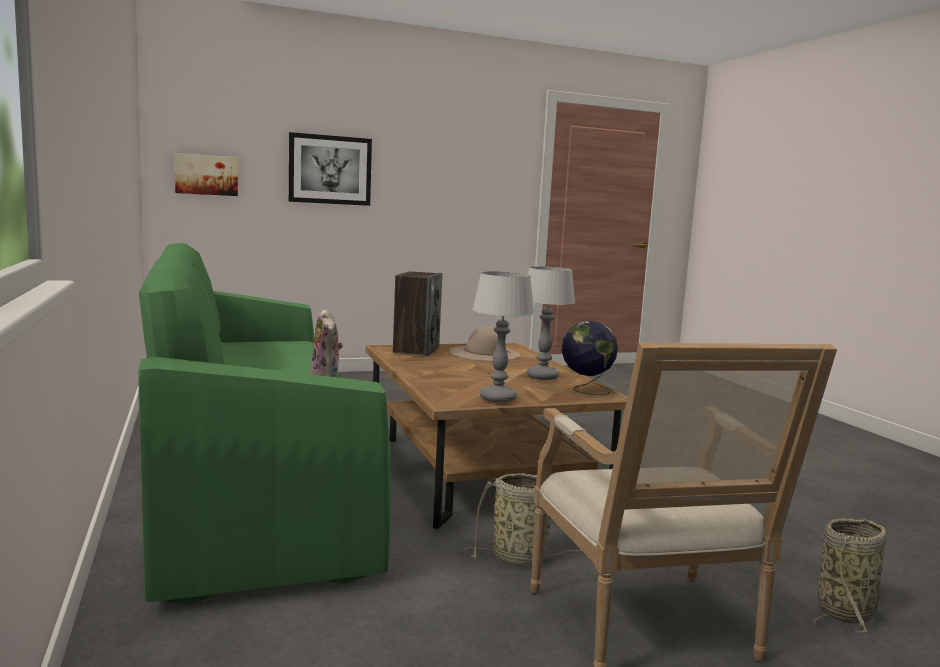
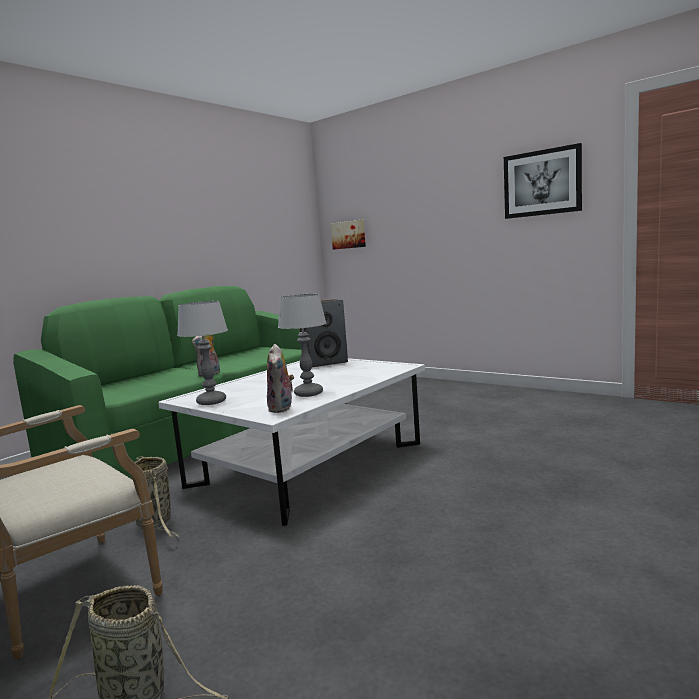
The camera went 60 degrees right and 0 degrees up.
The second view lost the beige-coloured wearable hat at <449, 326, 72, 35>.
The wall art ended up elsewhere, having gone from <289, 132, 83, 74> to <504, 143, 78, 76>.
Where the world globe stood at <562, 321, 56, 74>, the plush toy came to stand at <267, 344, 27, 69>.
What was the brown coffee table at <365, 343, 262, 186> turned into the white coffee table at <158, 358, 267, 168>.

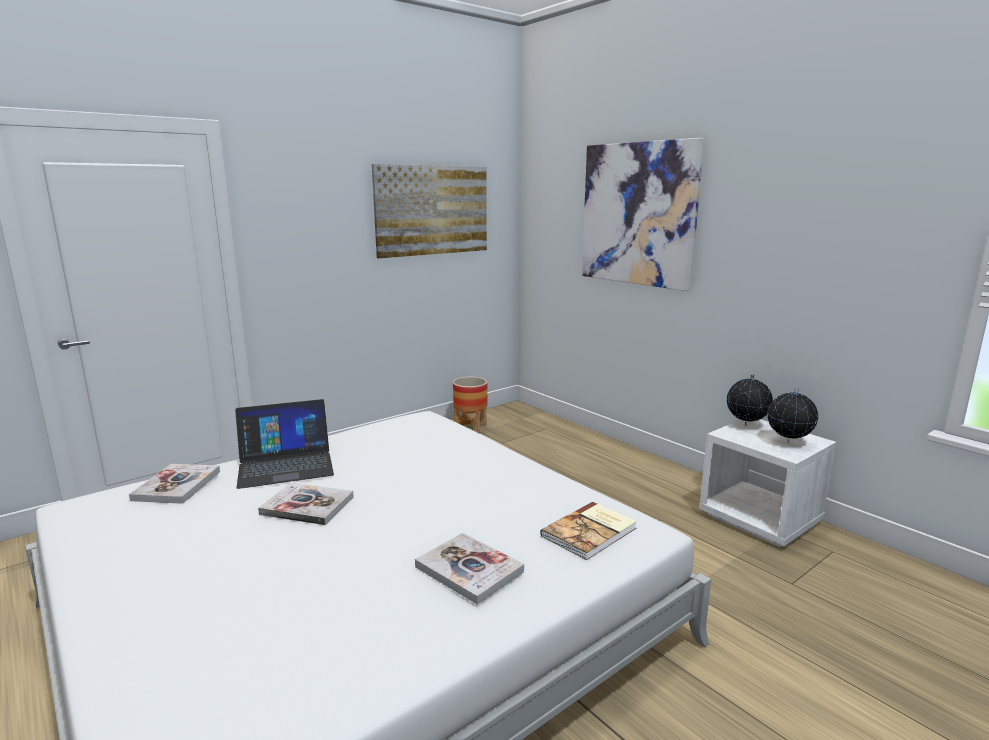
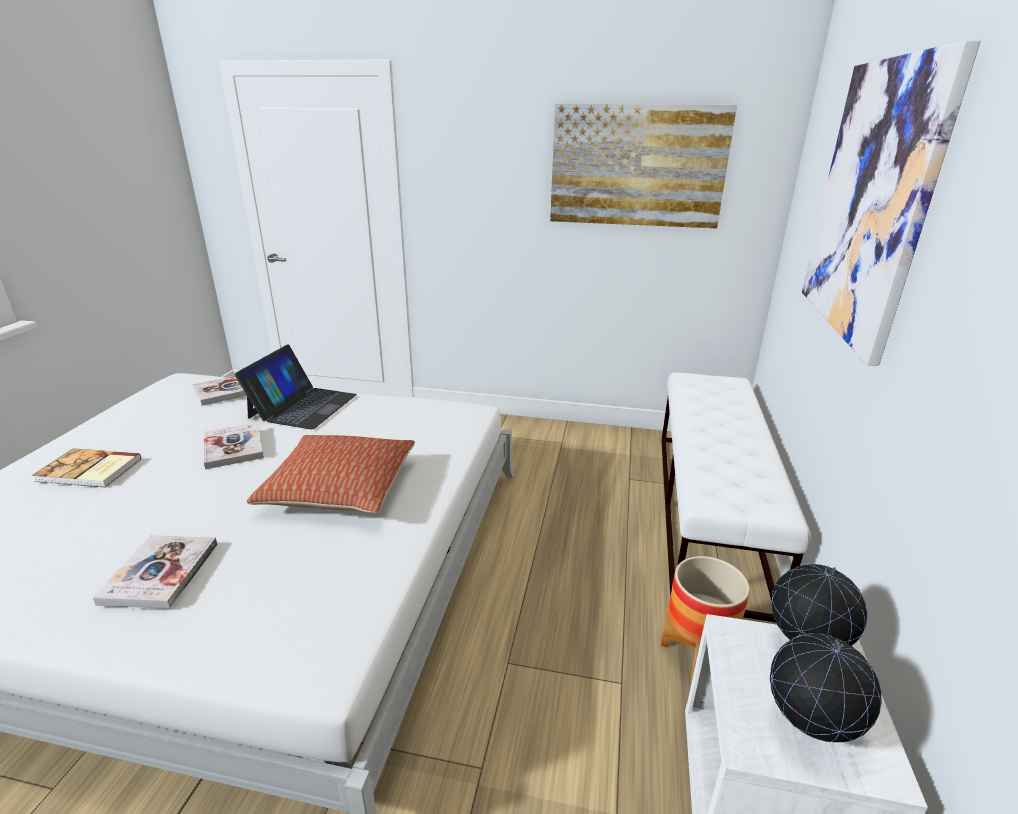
The camera went 50 degrees right and 10 degrees up.
The second view gained the throw pillow at <247, 435, 168, 78>.
The second view gained the white bench at <661, 372, 150, 250>.
The flower pot ended up elsewhere, having gone from <453, 377, 34, 57> to <661, 556, 89, 125>.
The bound book ended up elsewhere, having gone from <540, 502, 97, 58> to <32, 448, 109, 39>.
The laptop at <235, 399, 99, 90> ended up facing another way, 105 degrees counterclockwise from before.

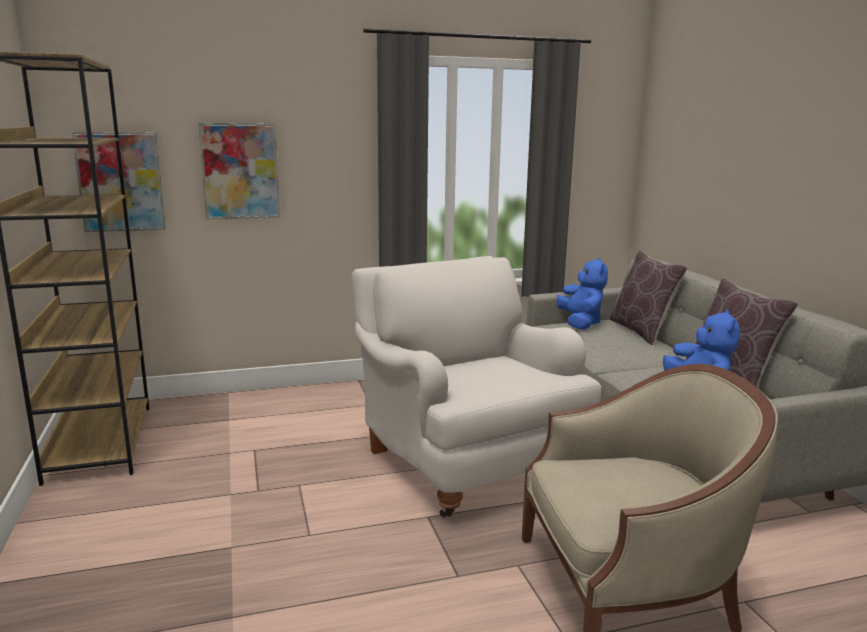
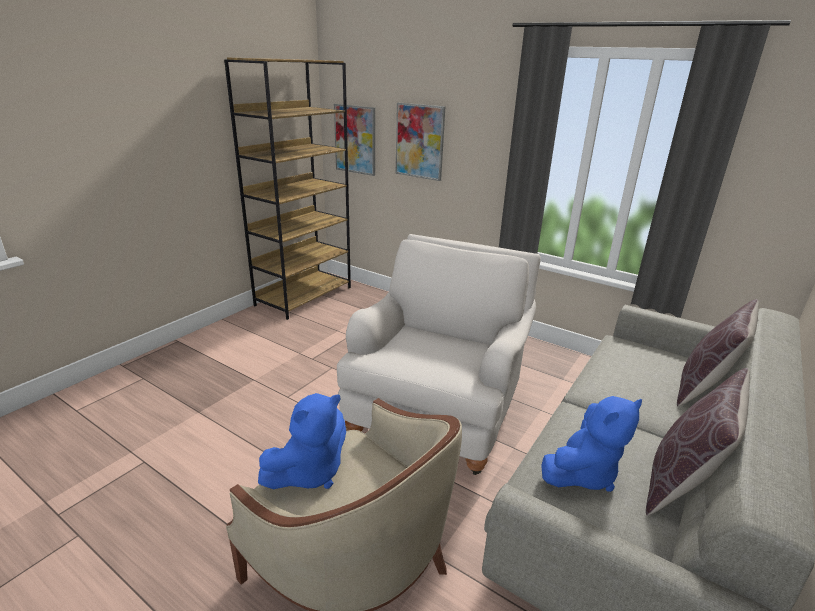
The camera went 50 degrees right and 10 degrees up.
The bluish plush toy ended up elsewhere, having gone from <557, 258, 51, 72> to <258, 393, 88, 96>.

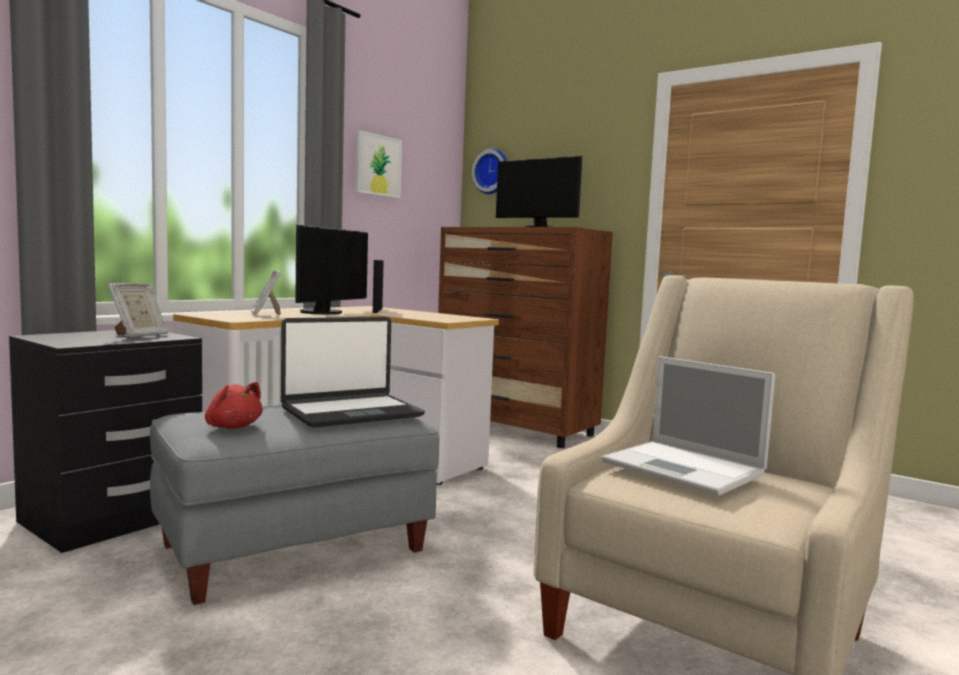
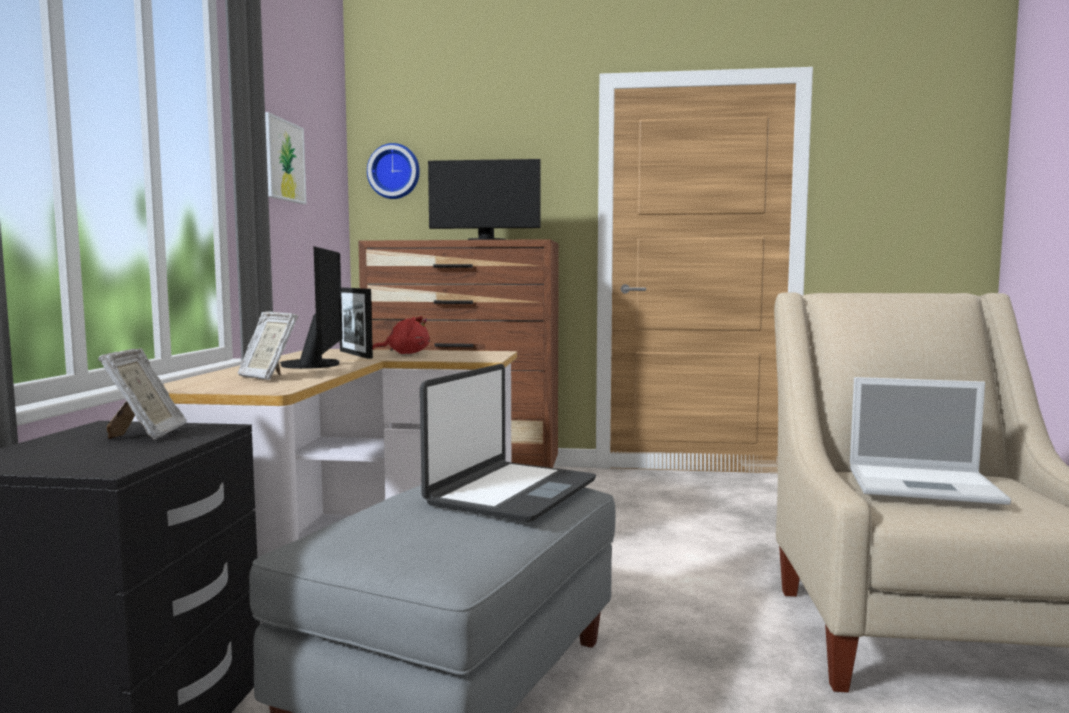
The camera went 30 degrees left and 0 degrees up.
The red plush toy ended up elsewhere, having gone from <205, 382, 58, 47> to <372, 316, 58, 38>.

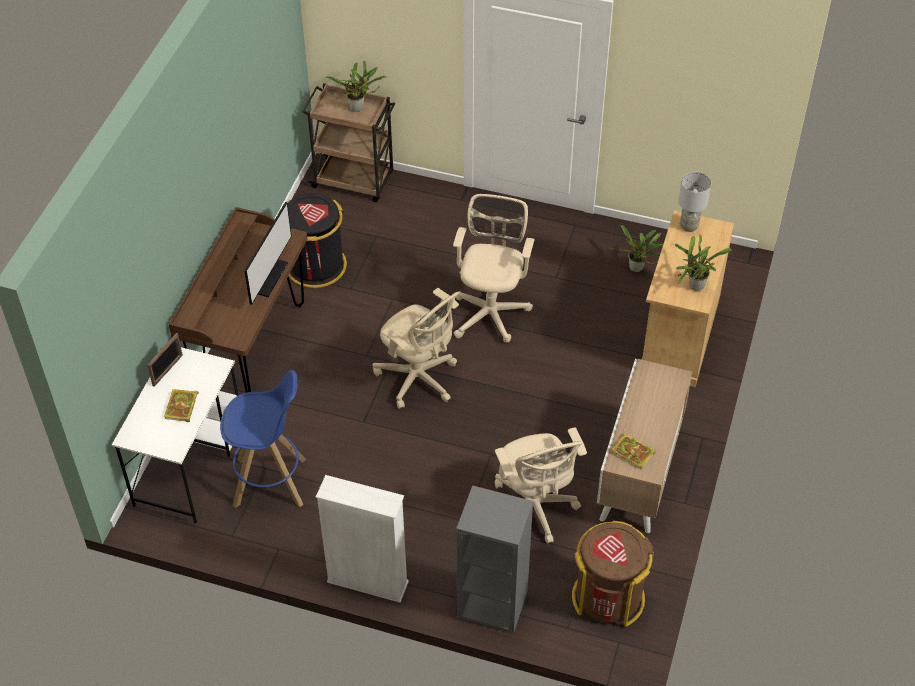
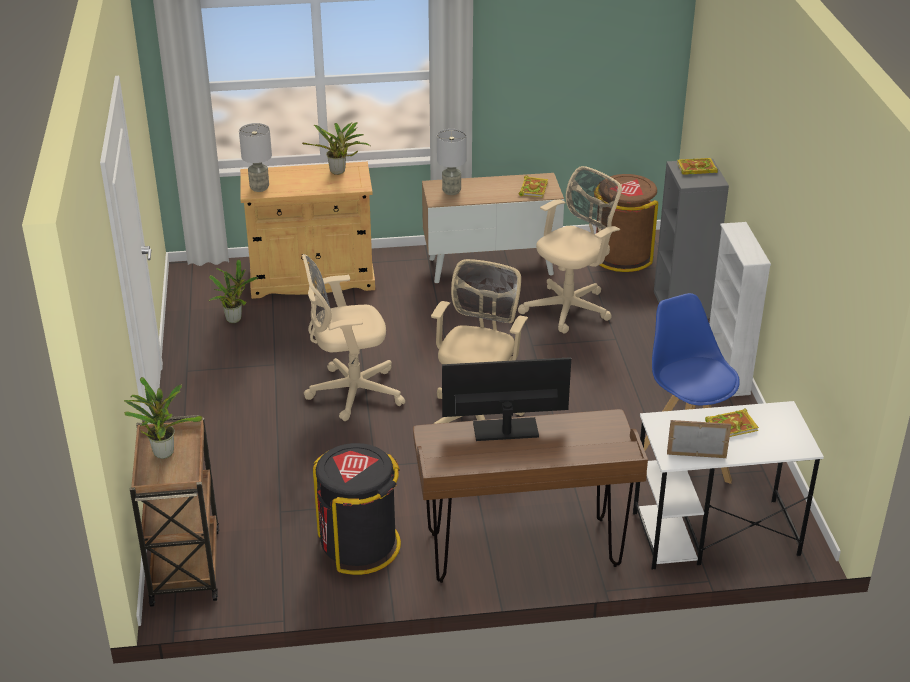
The camera went 115 degrees left and 15 degrees down.
The second view gained the greyish table lamp at <437, 129, 30, 66>.
The second view gained the bound book at <677, 158, 41, 17>.

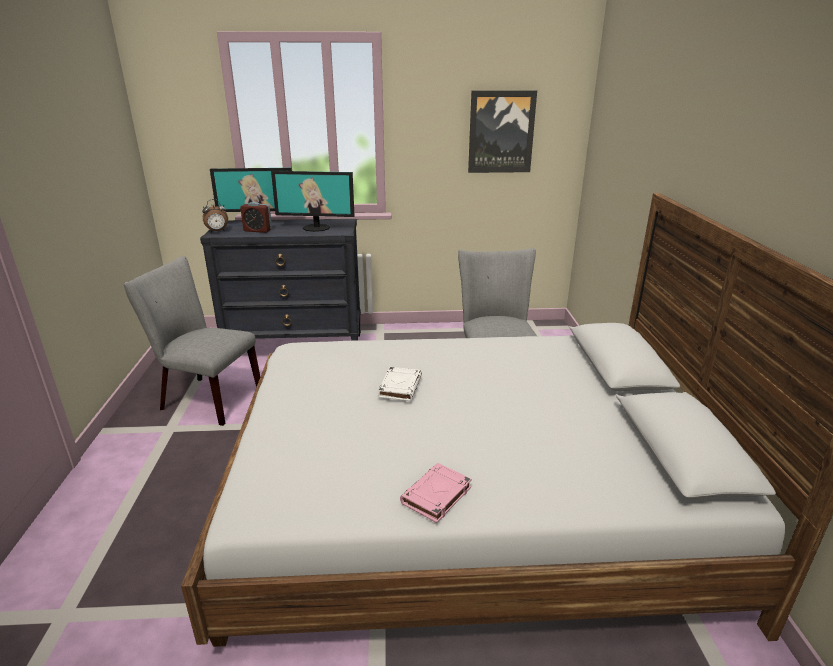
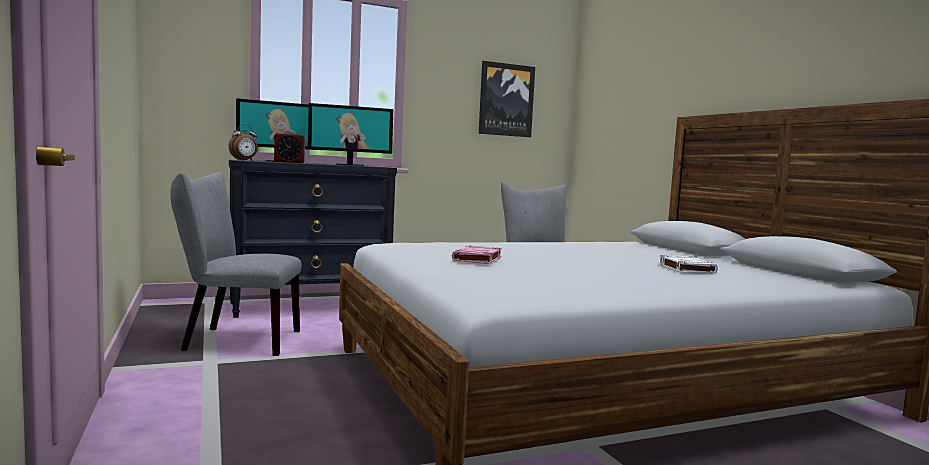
The camera went 20 degrees left and 20 degrees down.
The white bound book ended up elsewhere, having gone from <378, 367, 44, 34> to <658, 255, 60, 18>.
The pinkish bound book ended up elsewhere, having gone from <400, 463, 72, 60> to <452, 245, 50, 19>.

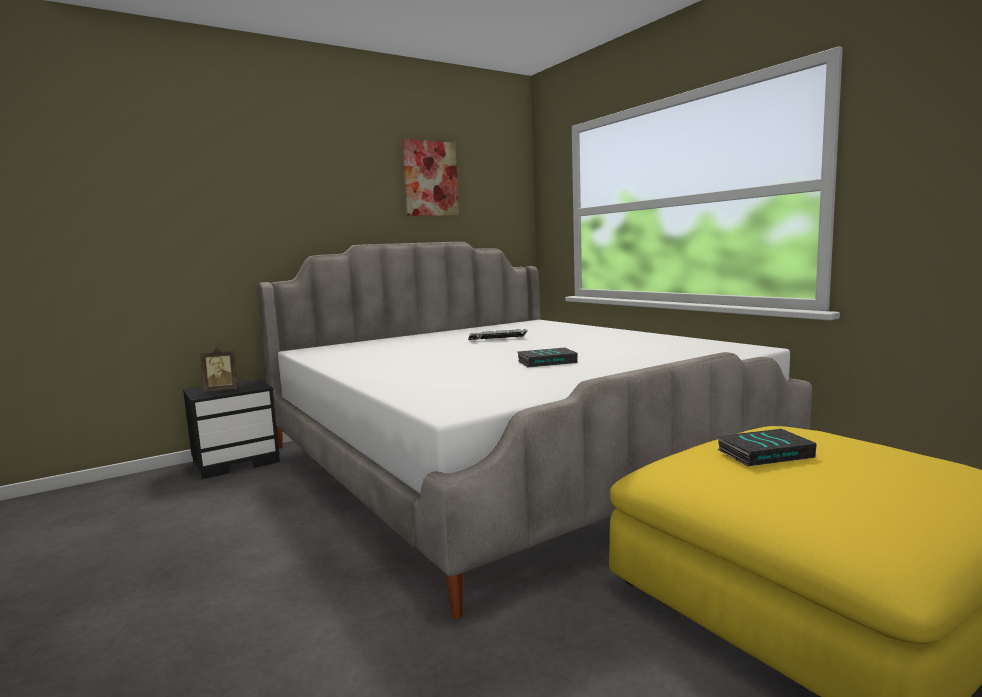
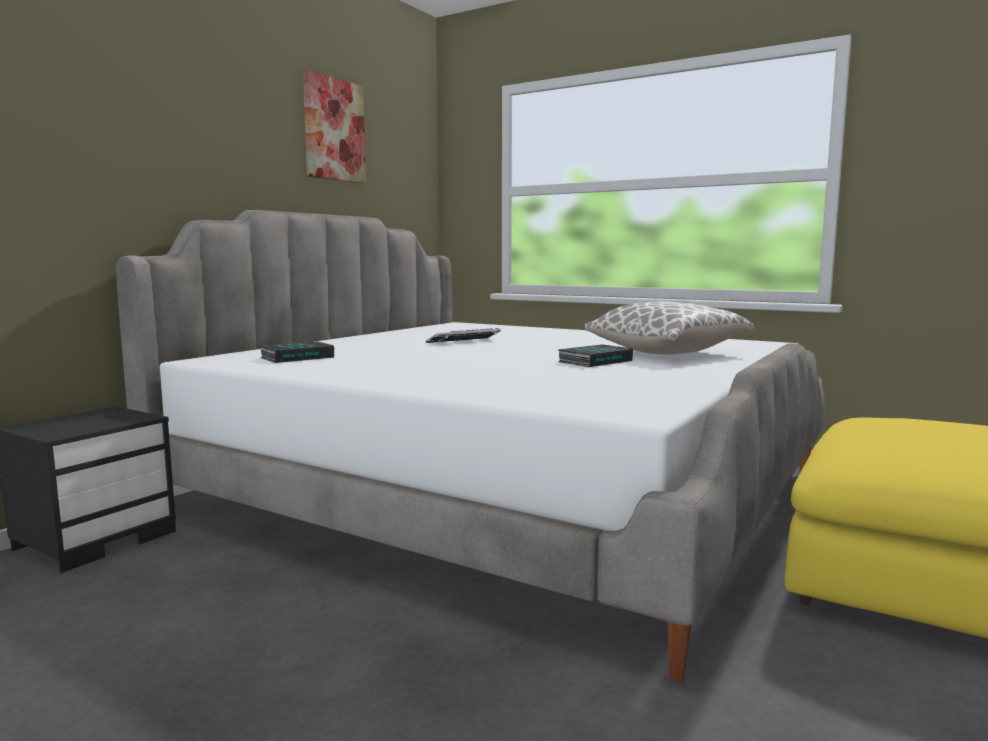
The camera went 25 degrees left and 0 degrees up.
The second view lost the picture frame at <200, 347, 38, 45>.
The second view gained the throw pillow at <585, 301, 168, 54>.
The bound book ended up elsewhere, having gone from <717, 429, 100, 37> to <259, 341, 75, 22>.

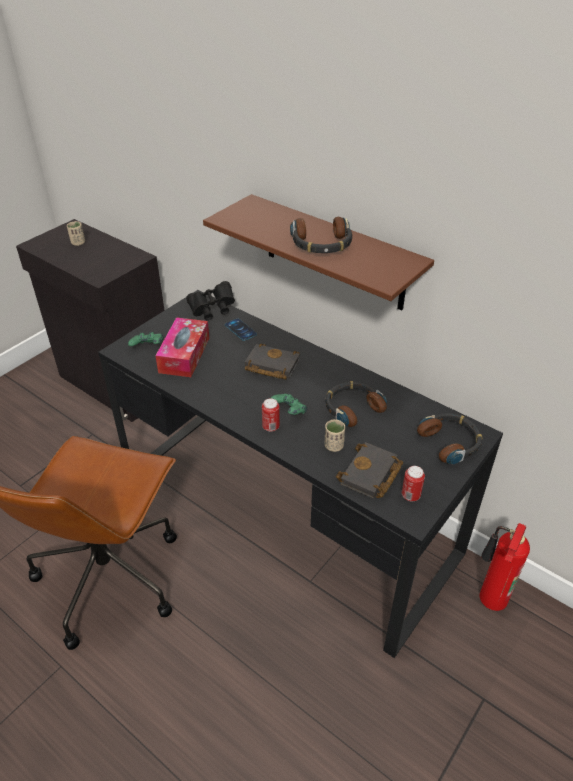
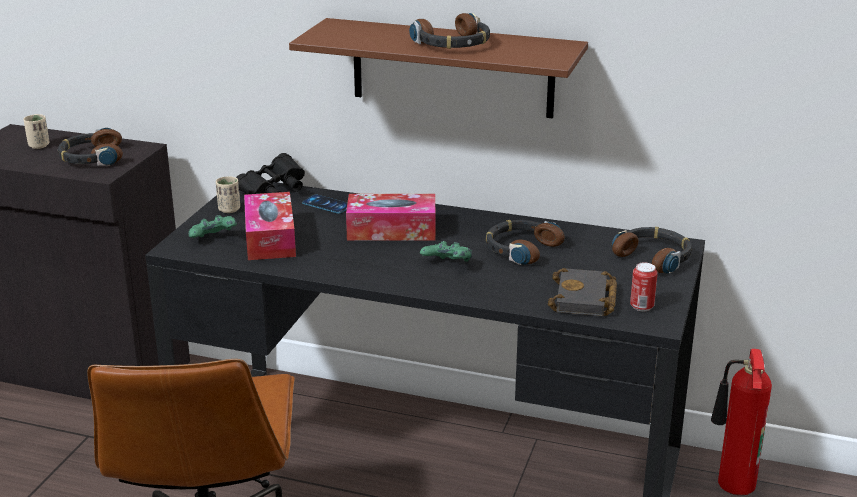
The camera went 20 degrees left and 15 degrees down.
The second view lost the sealed can at <262, 398, 18, 34>.
The second view gained the headset at <58, 127, 65, 39>.
The beige-coloured drinking cup ended up elsewhere, having gone from <325, 419, 20, 33> to <216, 176, 24, 37>.
Where the blackish bound book stood at <245, 343, 55, 37>, the tissue holder came to stand at <346, 194, 89, 47>.

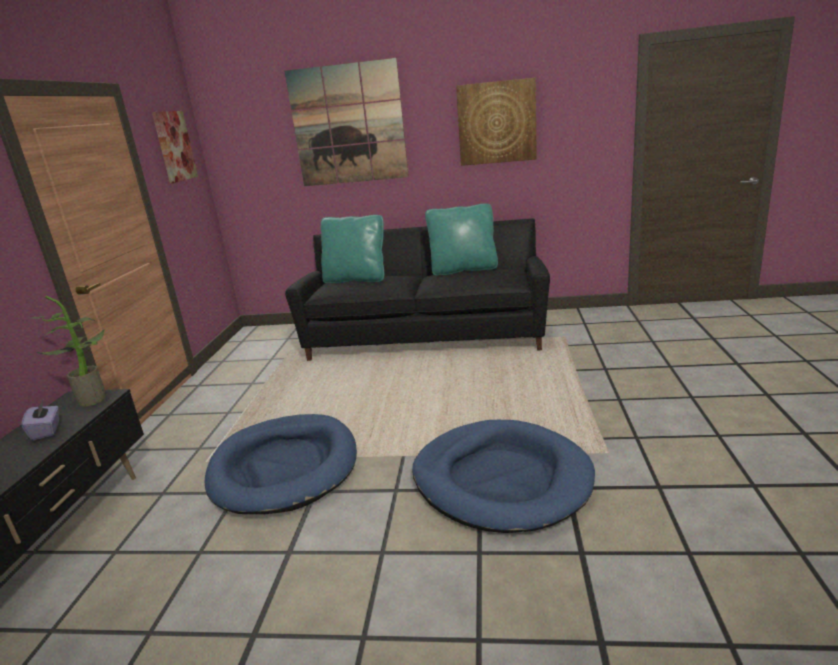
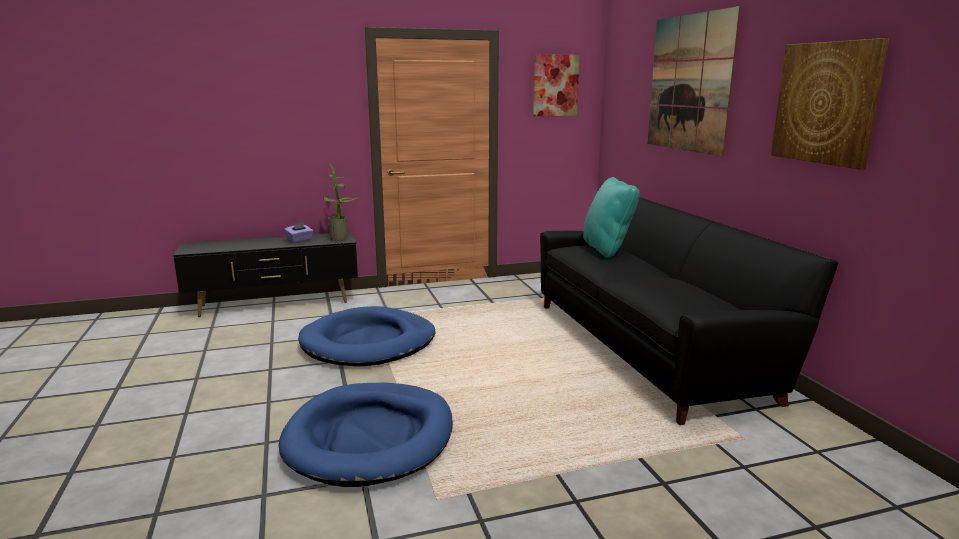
The camera went 65 degrees right and 5 degrees down.
The second view lost the turquoise-coloured throw pillow at <425, 203, 73, 73>.

